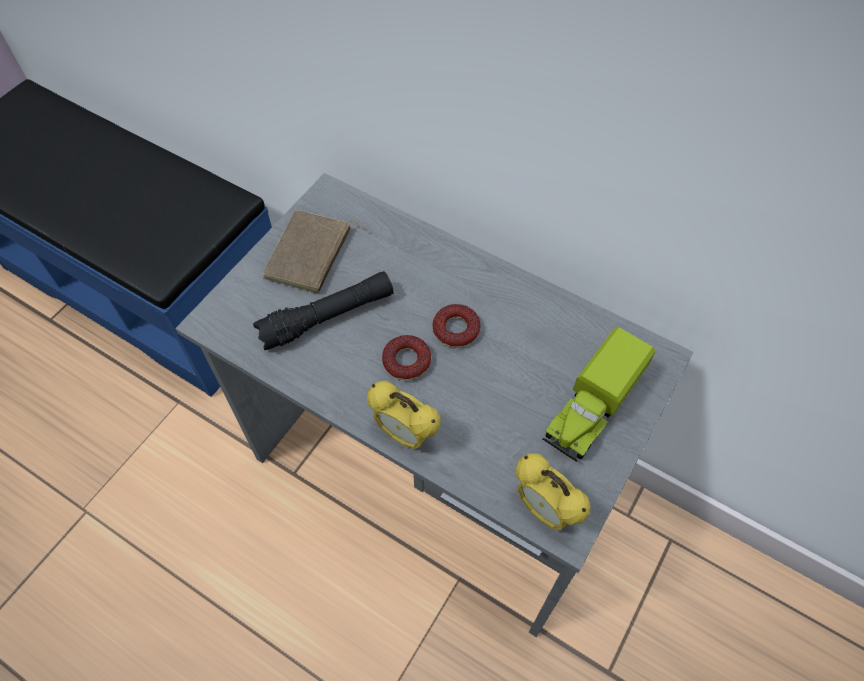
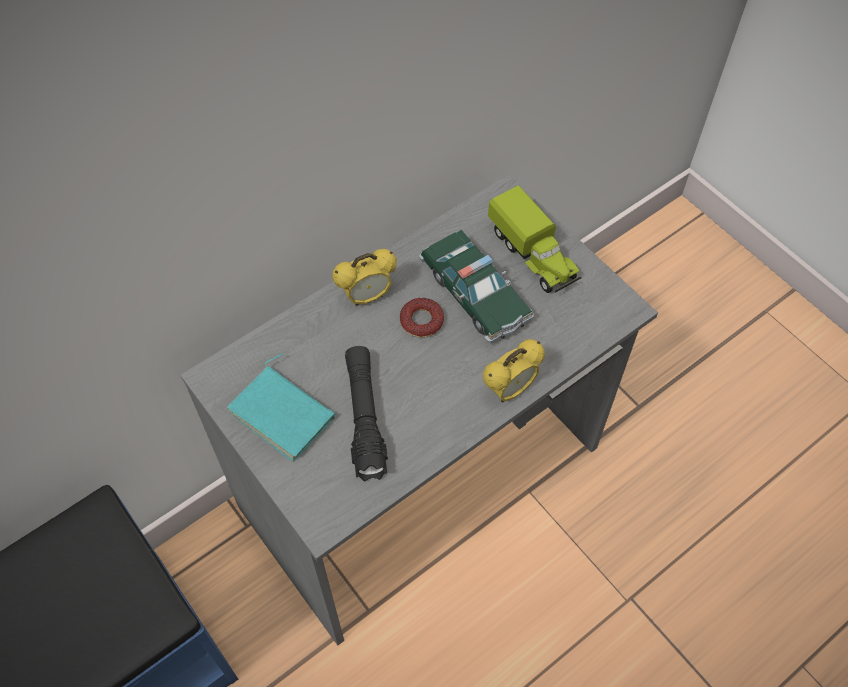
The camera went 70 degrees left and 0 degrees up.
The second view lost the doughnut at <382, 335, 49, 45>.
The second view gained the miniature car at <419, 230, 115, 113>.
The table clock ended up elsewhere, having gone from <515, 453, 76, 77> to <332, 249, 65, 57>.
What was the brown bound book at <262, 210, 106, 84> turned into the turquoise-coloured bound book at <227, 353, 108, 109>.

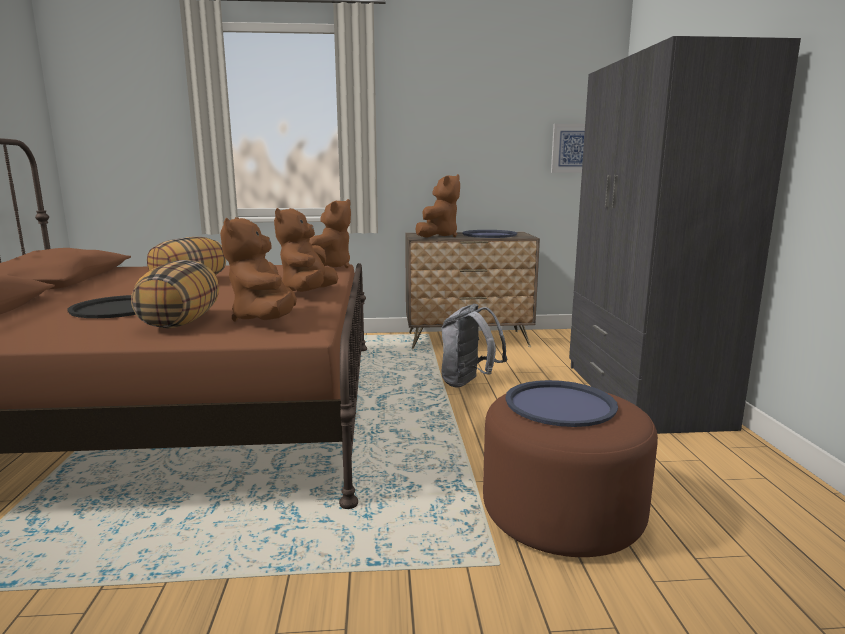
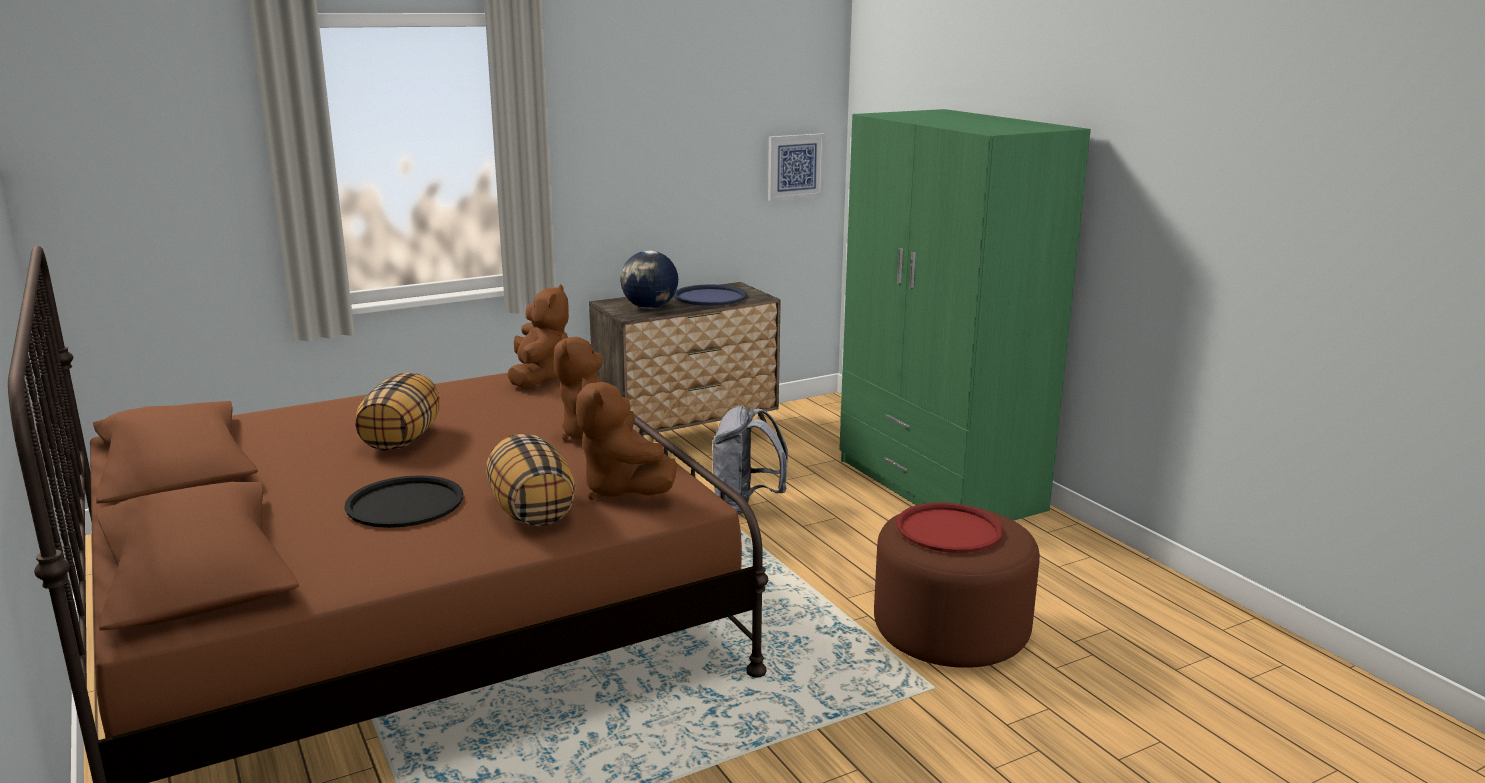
The camera went 25 degrees left and 5 degrees up.
Where the brown plush toy stood at <416, 174, 44, 64>, the world globe came to stand at <620, 251, 58, 58>.
What was the bluish carrying tray at <505, 380, 113, 47> turned into the red carrying tray at <896, 502, 107, 51>.
What was the greyish armoire at <569, 36, 232, 398> turned into the green armoire at <839, 109, 252, 411>.

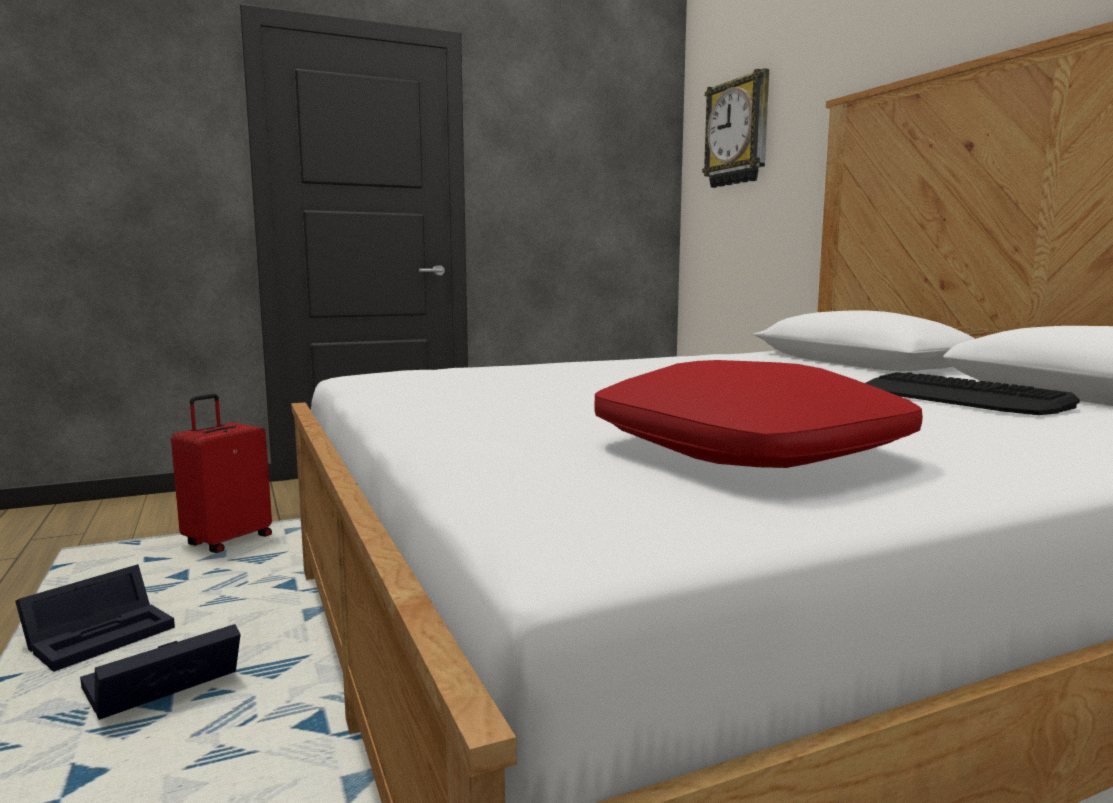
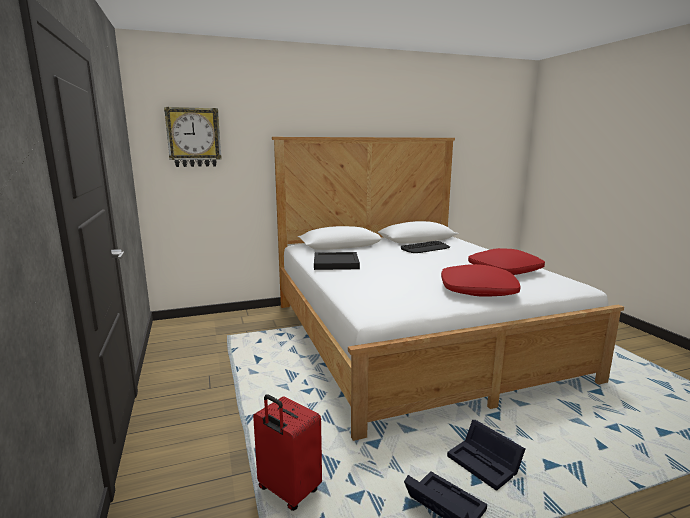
The camera went 85 degrees left and 5 degrees up.
The second view gained the blackish carrying tray at <314, 252, 46, 18>.
The second view gained the red throw pillow at <441, 264, 80, 33>.

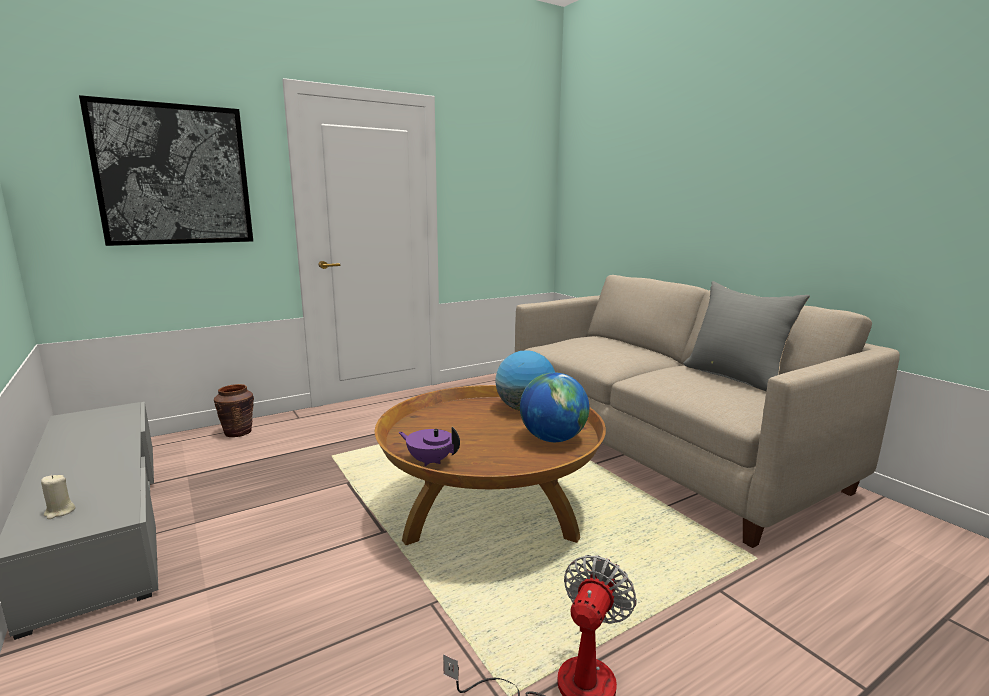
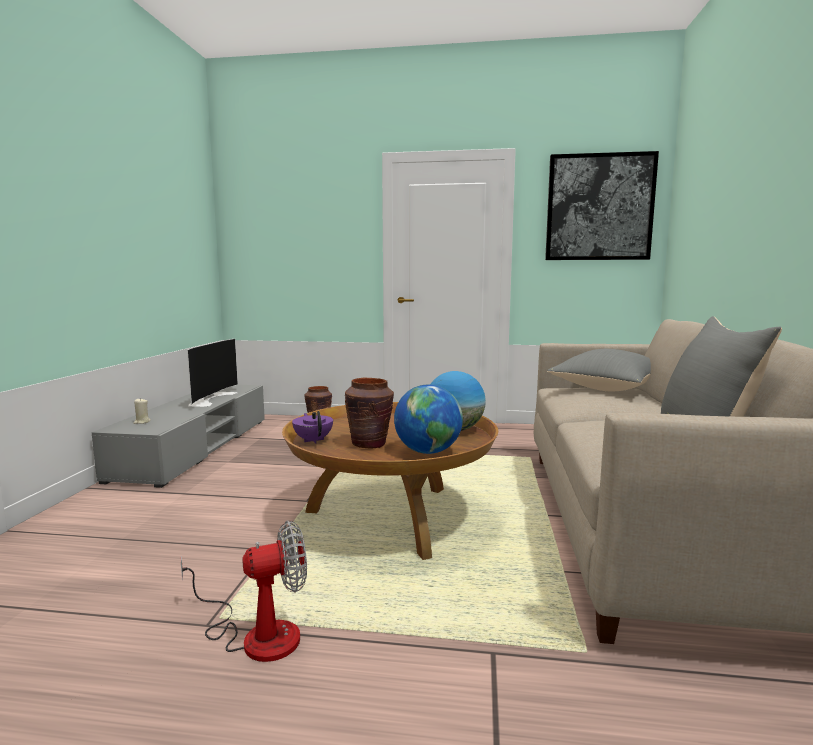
The camera went 40 degrees right and 5 degrees down.
The second view gained the TV set at <187, 339, 51, 68>.
The second view gained the brown flower vase at <345, 378, 49, 71>.
The second view gained the greyish throw pillow at <547, 349, 104, 42>.
The wall art ended up elsewhere, having gone from <79, 95, 174, 151> to <545, 151, 114, 109>.

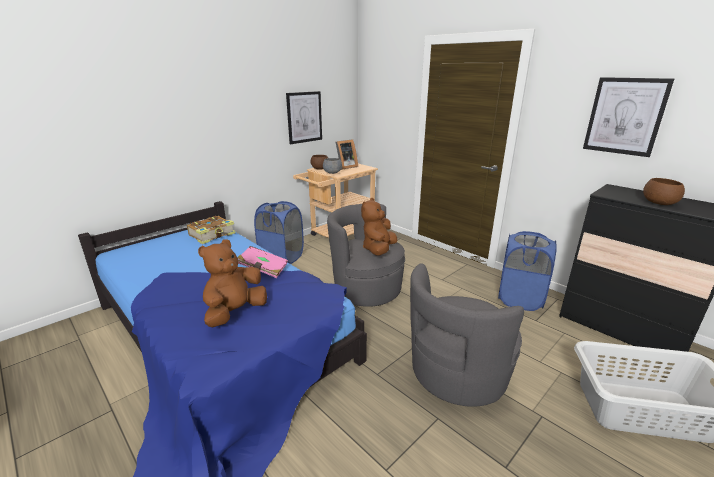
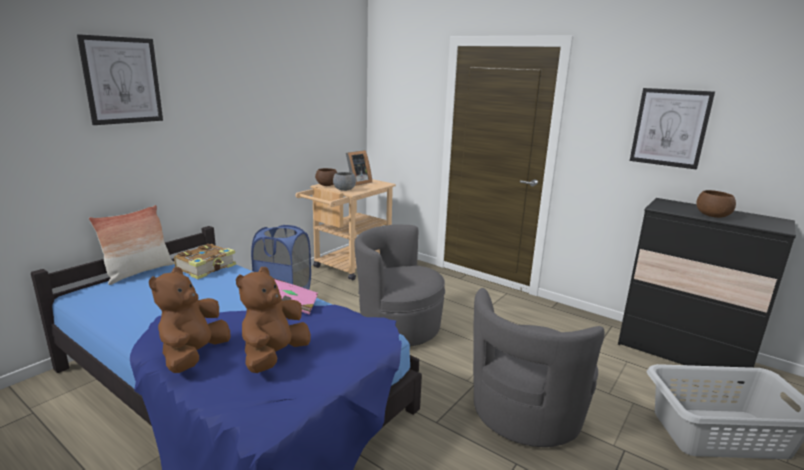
The camera went 10 degrees left and 5 degrees down.
The second view lost the bluish hamper at <498, 231, 59, 80>.
The second view gained the throw pillow at <89, 205, 85, 80>.
The wall art ended up elsewhere, having gone from <286, 91, 36, 53> to <77, 34, 86, 91>.
The brown plush toy ended up elsewhere, having gone from <361, 198, 36, 58> to <149, 267, 81, 106>.

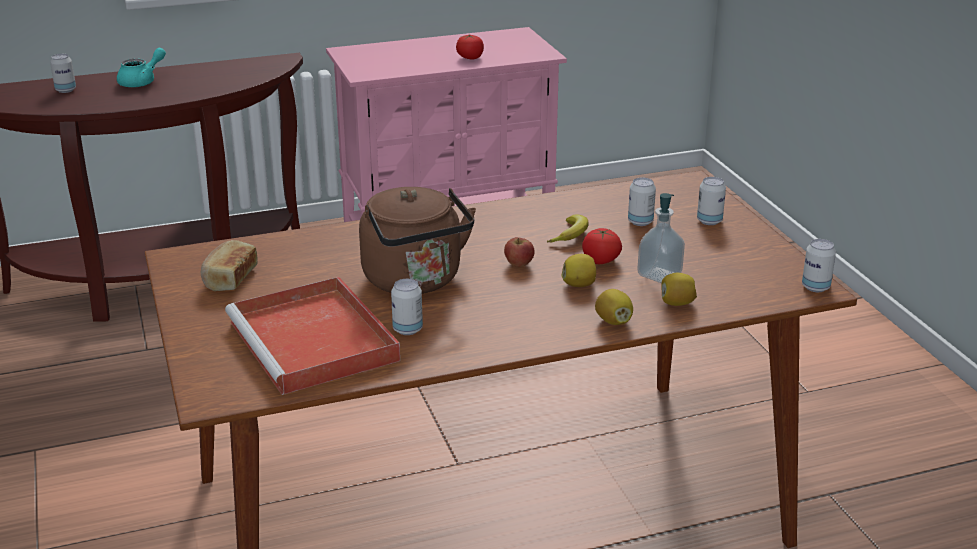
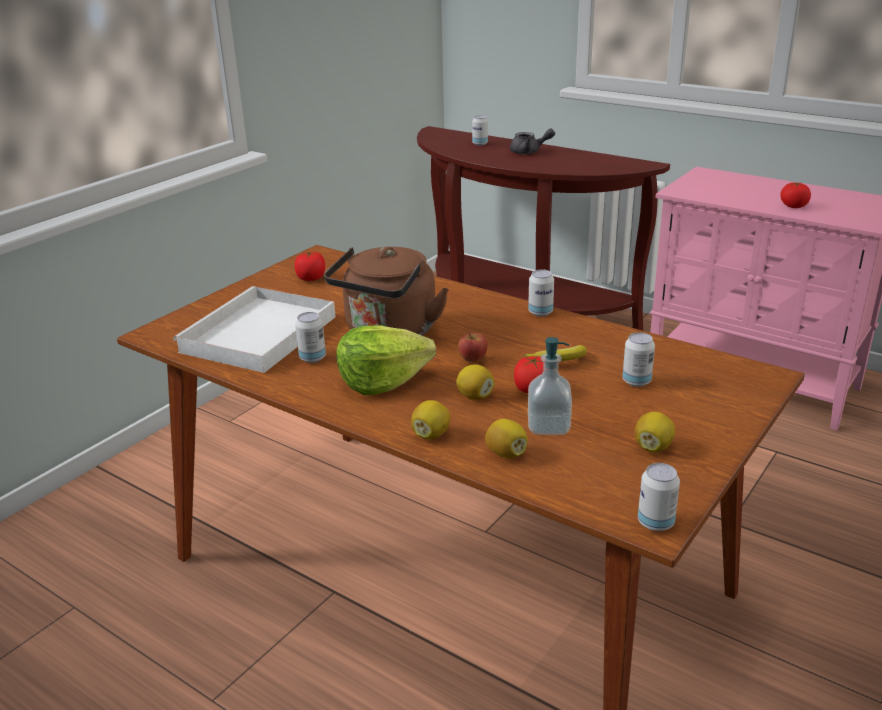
The camera went 55 degrees right and 0 degrees up.
The second view gained the lettuce head at <336, 325, 100, 70>.
The second view gained the whole lemon at <634, 412, 41, 40>.
The sealed can ended up elsewhere, having gone from <697, 177, 29, 48> to <528, 269, 26, 48>.
Where the baked bread stood at <201, 240, 57, 51>, the fresh tomato came to stand at <295, 251, 30, 30>.
What was the turquoise-coloured pot for tea at <117, 48, 49, 39> turned into the greyish pot for tea at <510, 129, 45, 25>.
What was the red carrying tray at <225, 277, 175, 118> turned into the white carrying tray at <173, 286, 163, 87>.

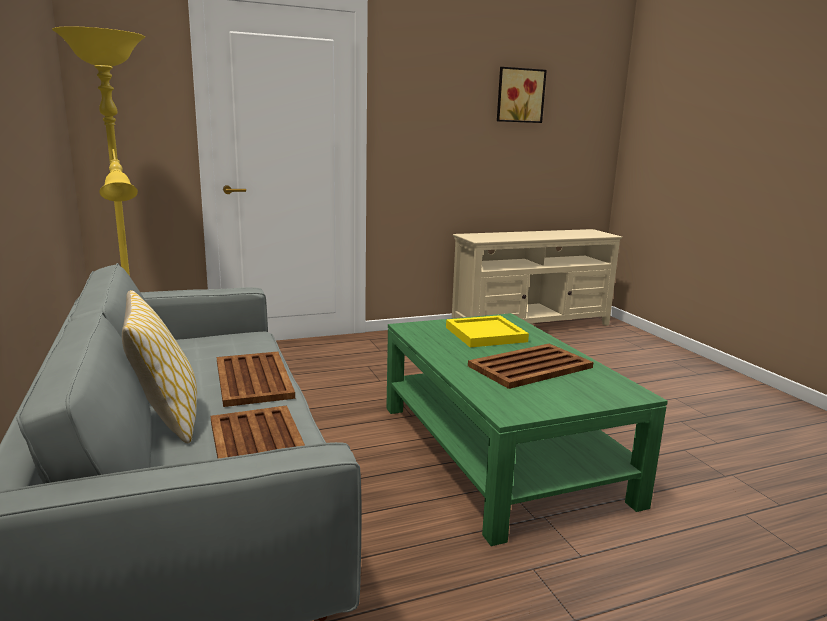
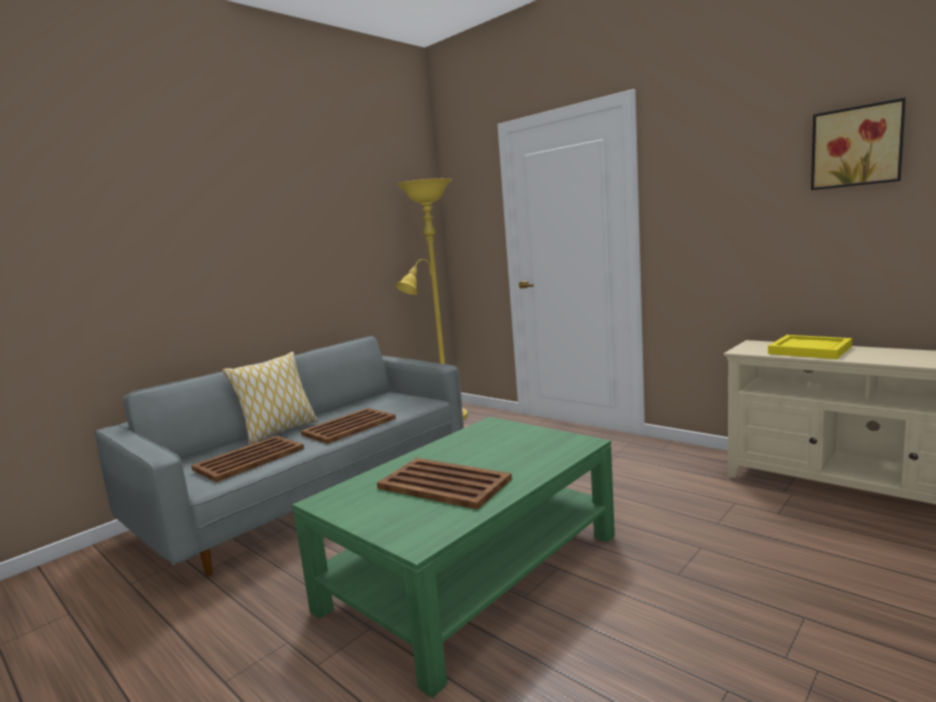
The camera went 65 degrees right and 5 degrees down.
The yellow carrying tray ended up elsewhere, having gone from <446, 315, 83, 33> to <768, 335, 84, 24>.

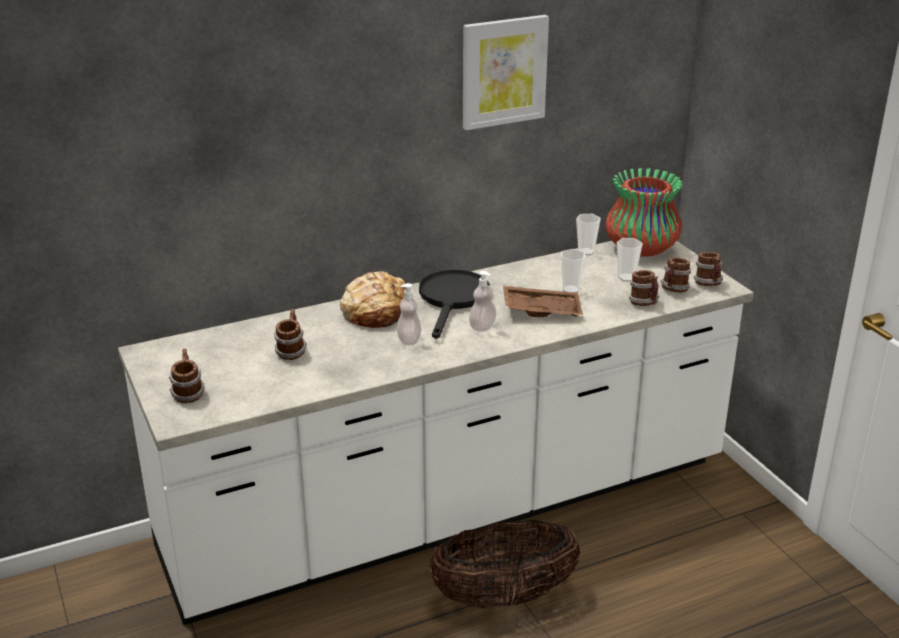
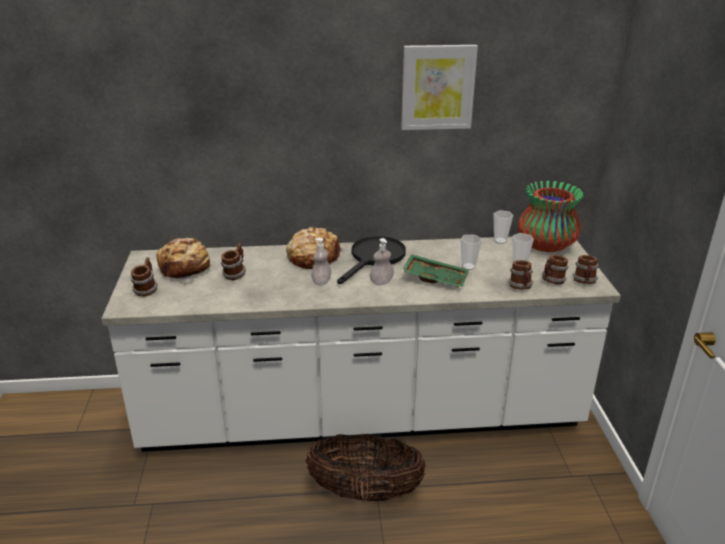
The camera went 20 degrees right and 0 degrees up.
The second view gained the baked bread at <157, 238, 55, 44>.
What was the brown carrying tray at <503, 285, 80, 32> turned into the green carrying tray at <402, 254, 67, 34>.

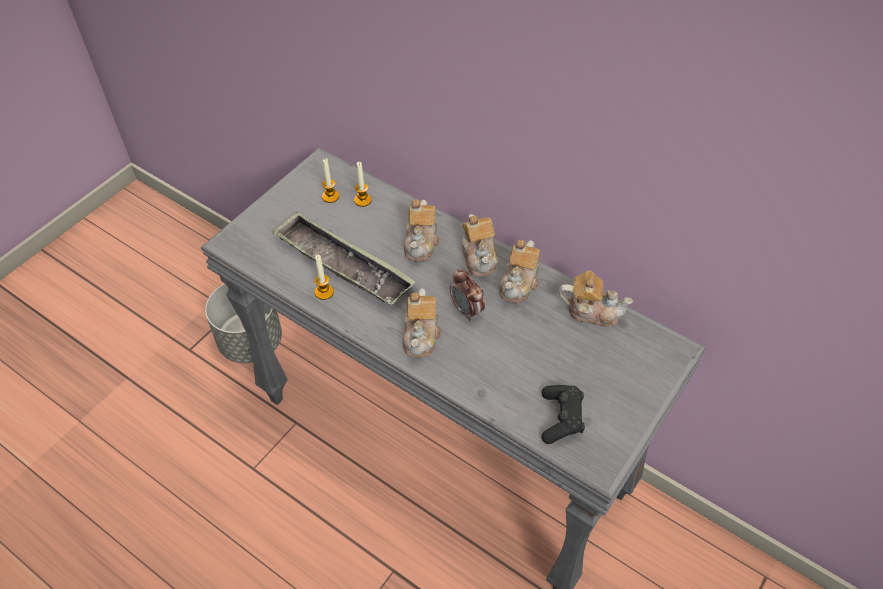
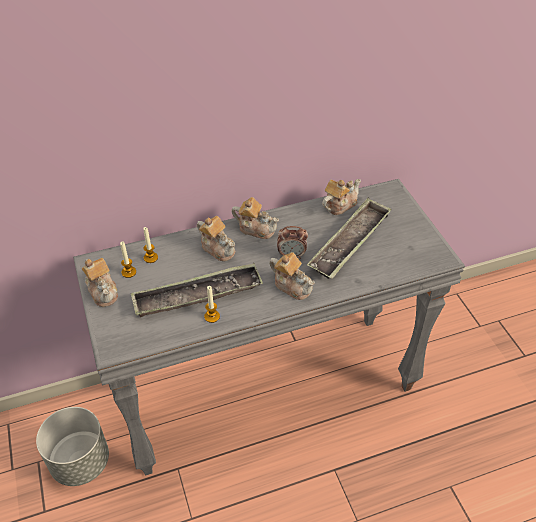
The camera went 55 degrees left and 5 degrees down.
The second view lost the blackish joypad at <542, 385, 43, 59>.
The second view gained the carrying tray at <307, 198, 85, 81>.
The pot for tea ended up elsewhere, having gone from <499, 240, 42, 63> to <82, 258, 36, 49>.

